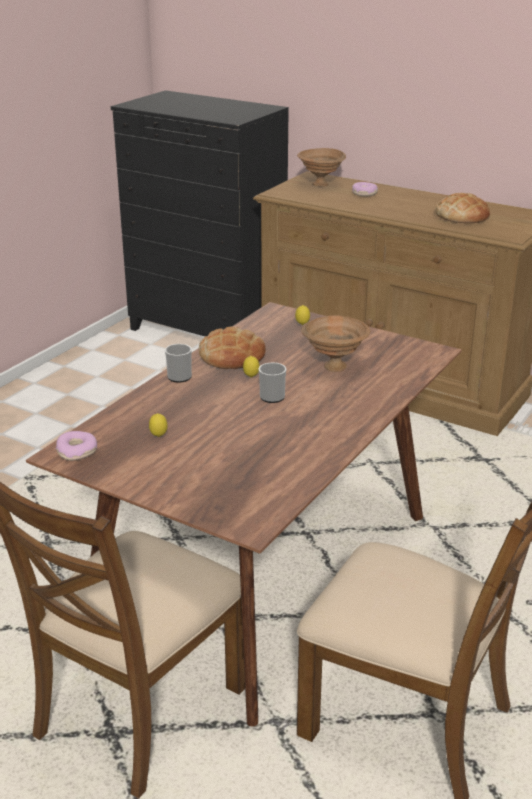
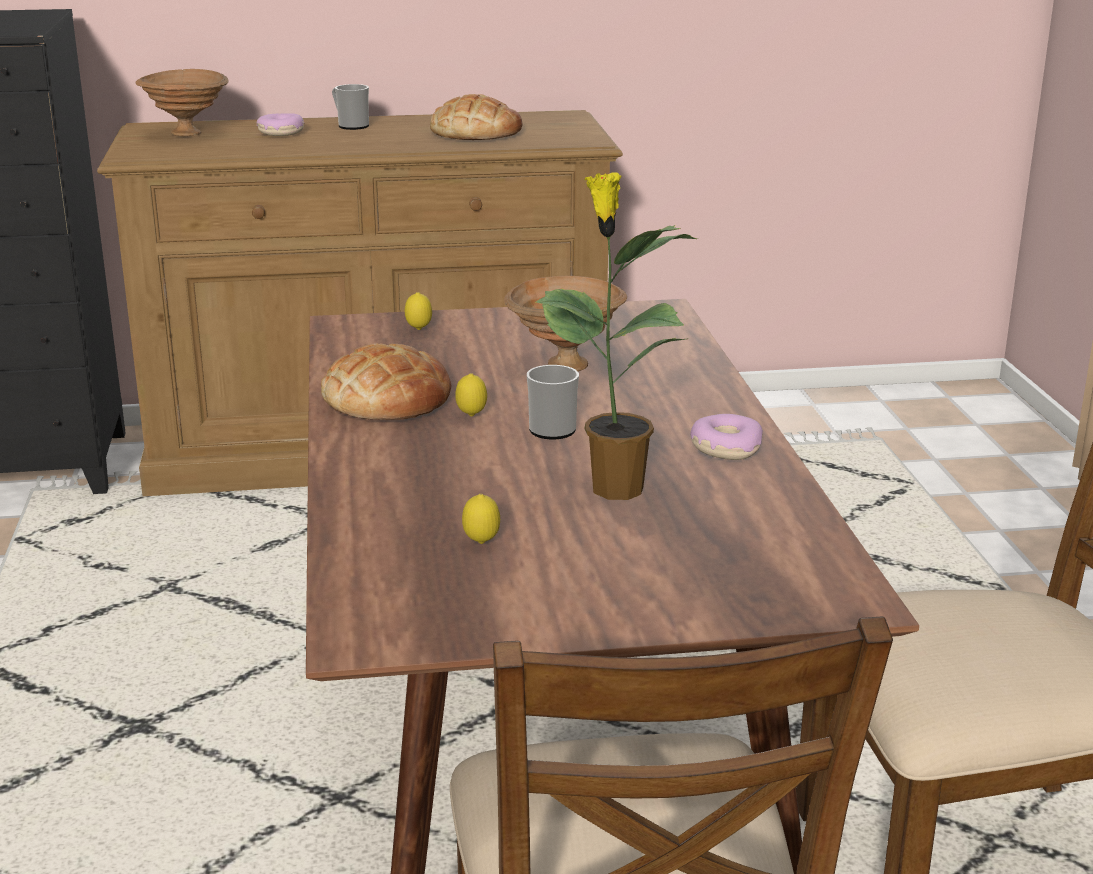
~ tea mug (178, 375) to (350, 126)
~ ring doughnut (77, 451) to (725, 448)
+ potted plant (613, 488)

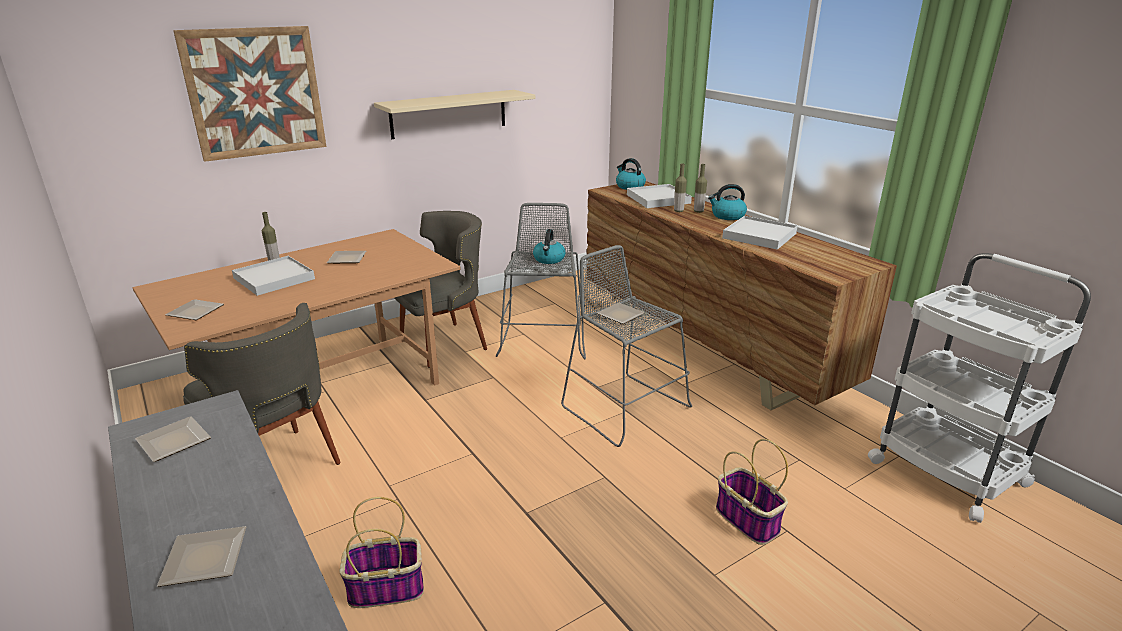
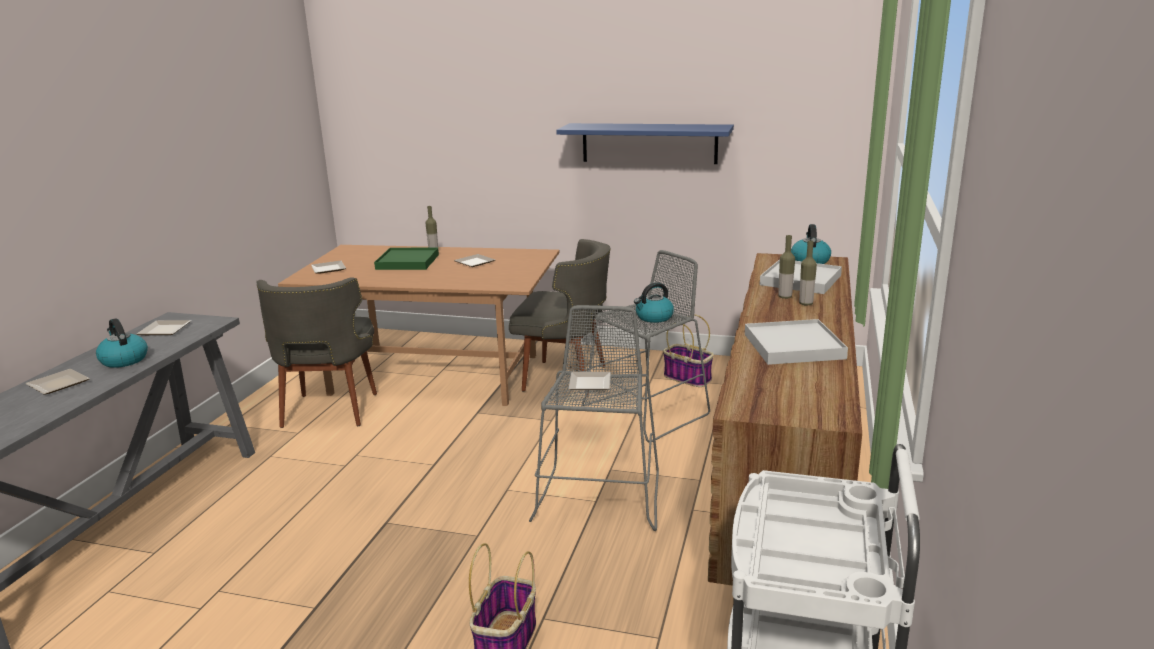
- wall picture (255, 92)
~ bracket shelf (beige-coloured) (449, 114) to bracket shelf (blue) (649, 143)
~ water kettle (727, 216) to (123, 360)
~ carrying tray (whitish) (274, 278) to carrying tray (greenish) (407, 262)
~ household basket (387, 588) to (688, 378)

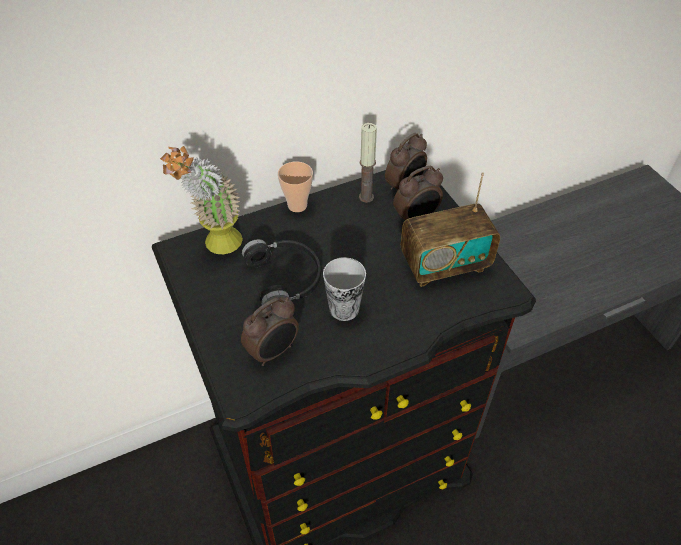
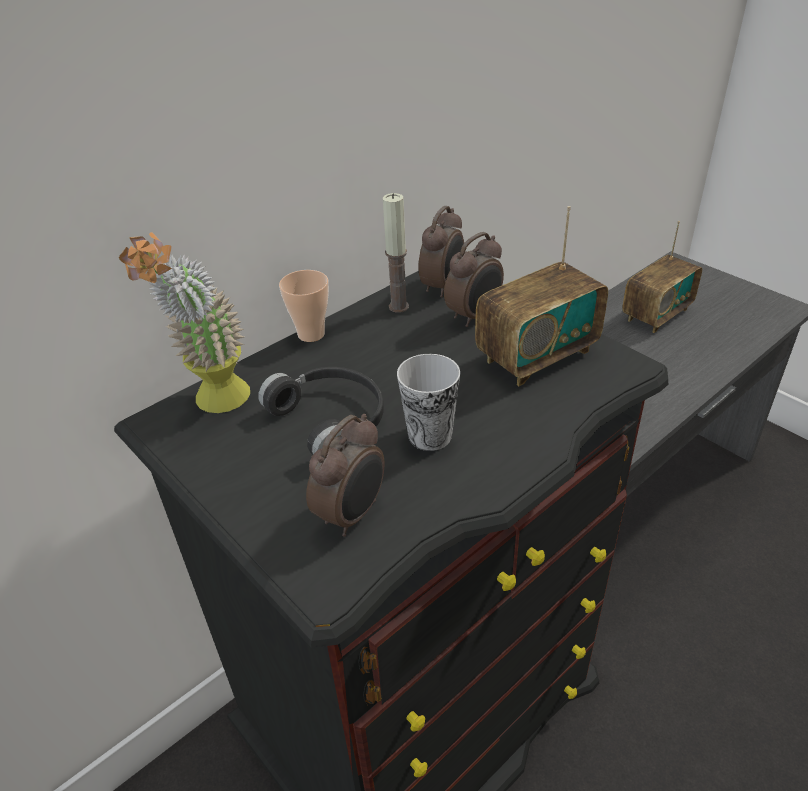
+ radio set (656, 314)

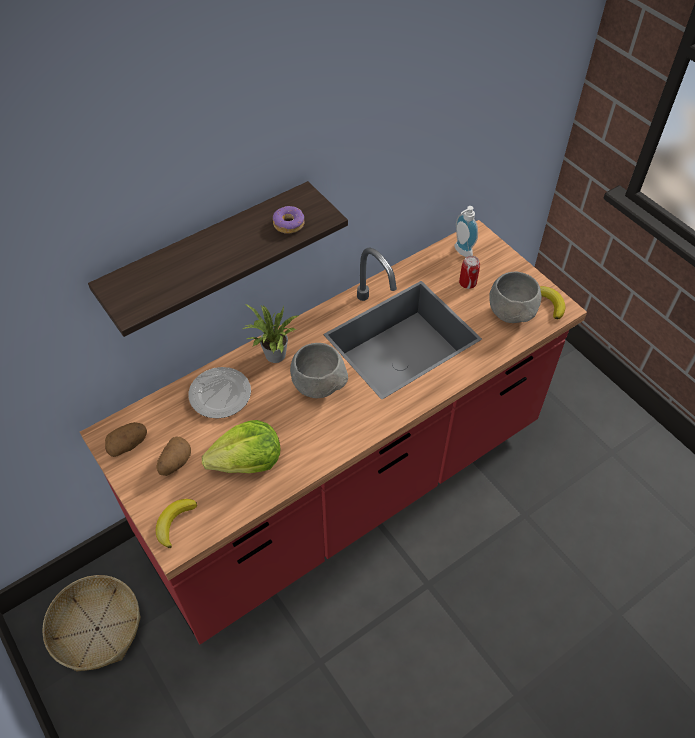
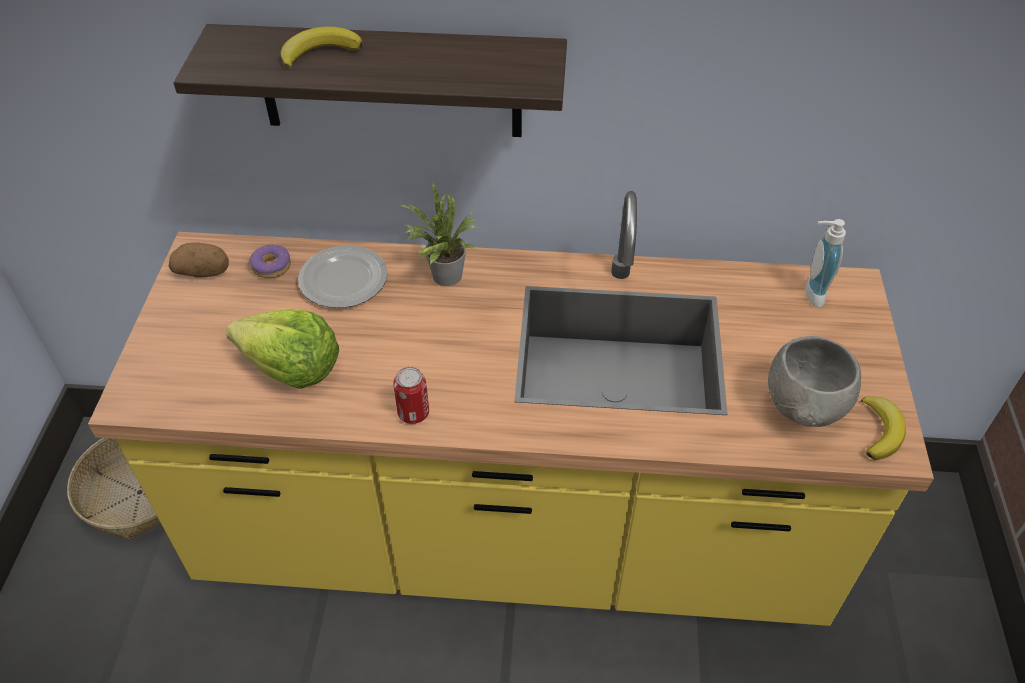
~ ring doughnut (289, 224) to (272, 266)
~ kitchen base unit (red-coloured) (347, 488) to kitchen base unit (yellow-coloured) (512, 538)
~ metal can (467, 283) to (413, 413)
- serving bowl (grey) (319, 387)
- spud (175, 463)
~ banana (174, 522) to (319, 52)

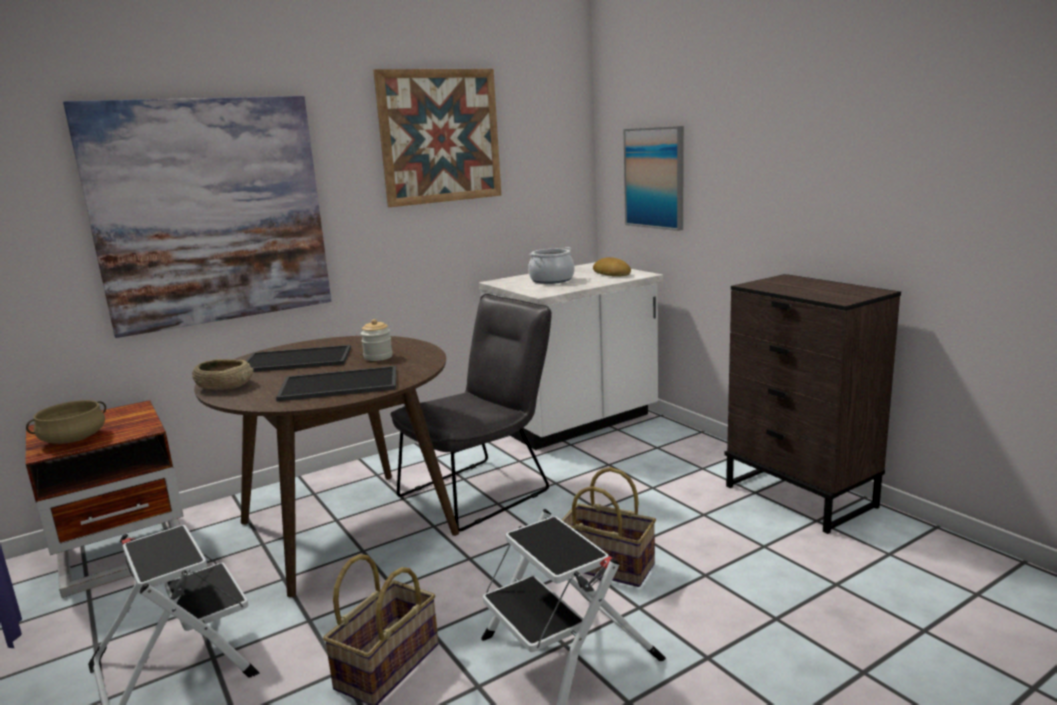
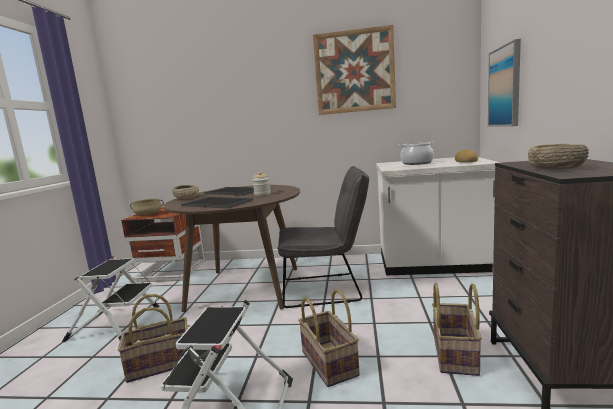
- wall picture (211, 212)
+ serving bowl (beige-coloured) (555, 168)
+ household basket (456, 354)

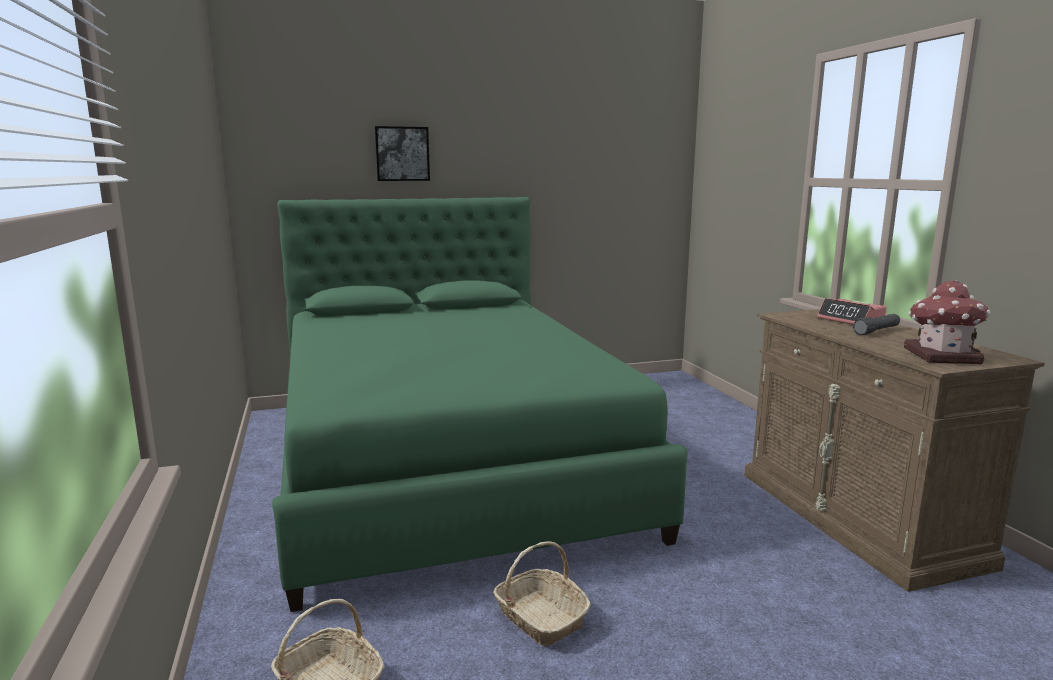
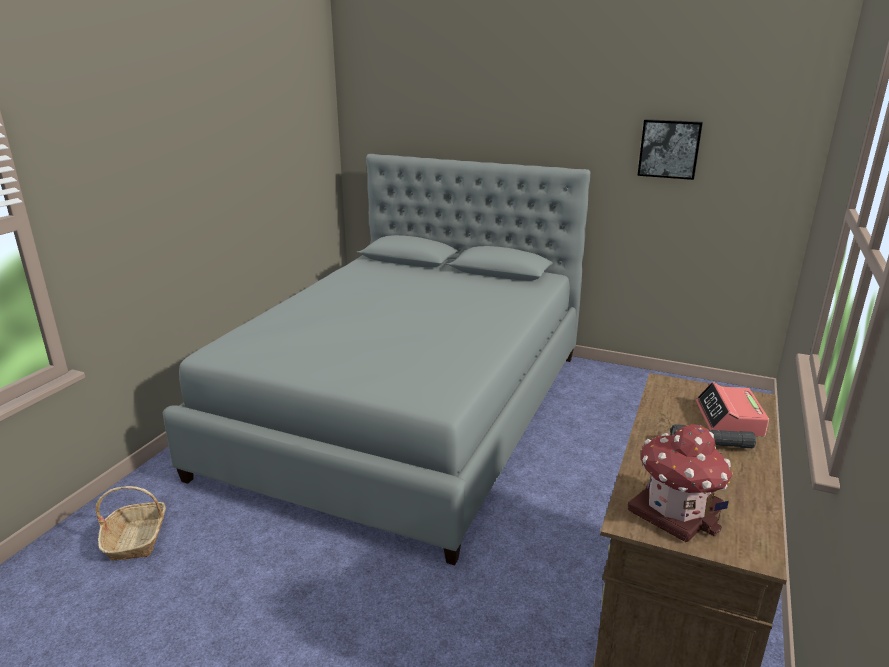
~ wall picture (402, 154) to (669, 148)
~ sleeping bed (greenish) (447, 461) to sleeping bed (grey) (408, 410)
- household basket (540, 617)

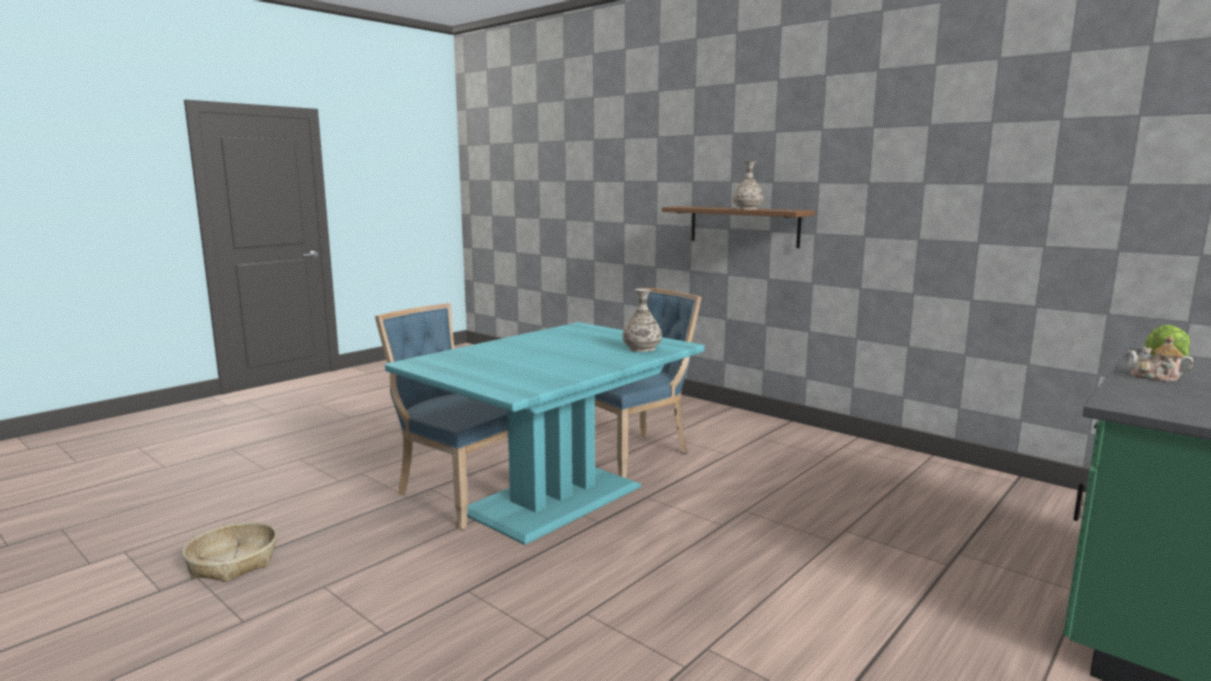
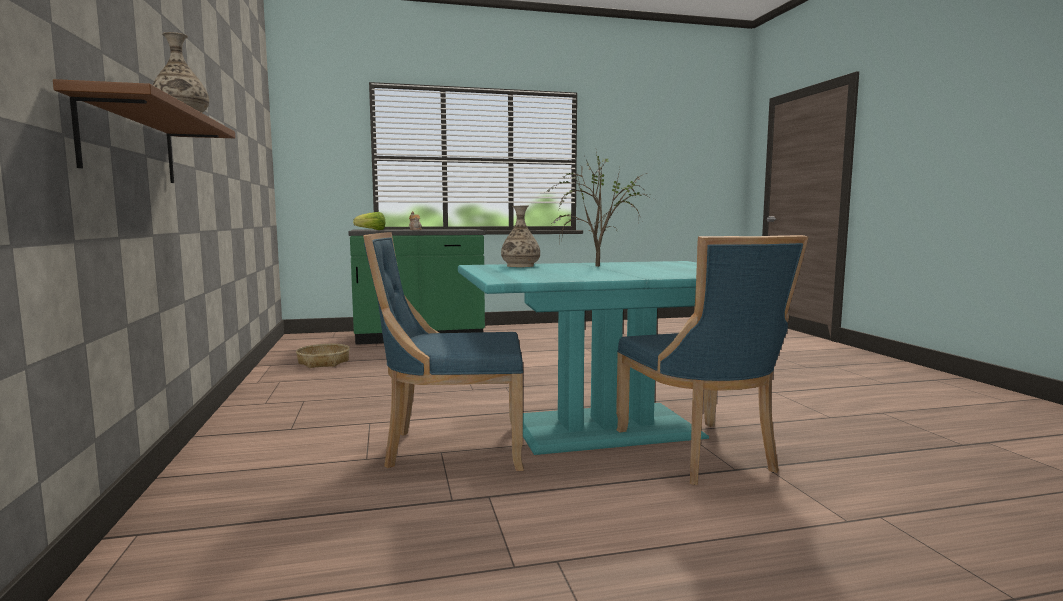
~ household basket (232, 562) to (323, 362)
+ potted plant (595, 266)

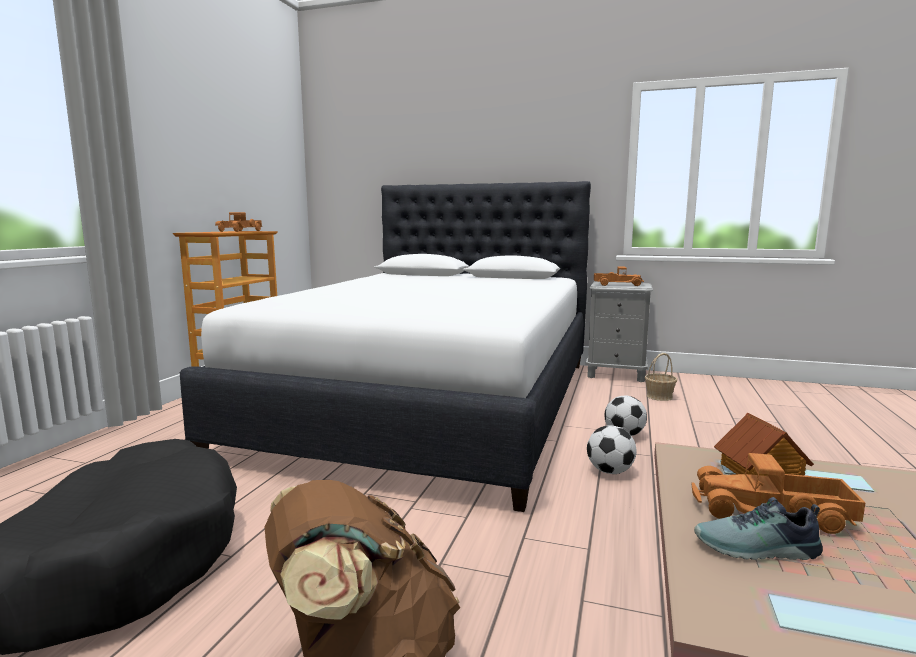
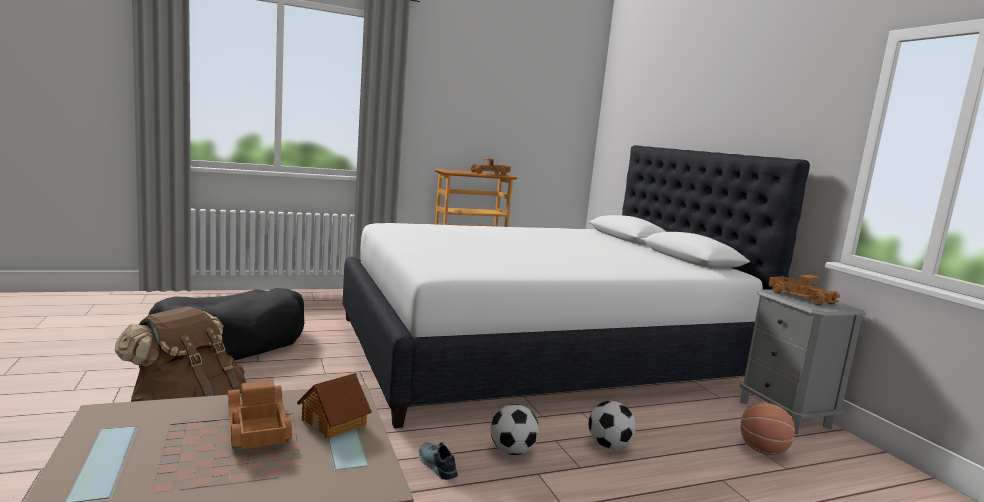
~ household basket (659, 396) to ball for basketball (763, 450)
~ low shoe (757, 550) to (436, 465)

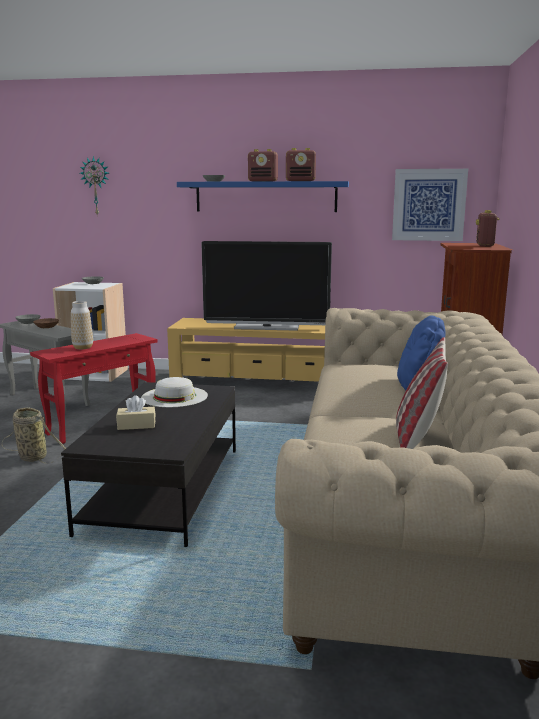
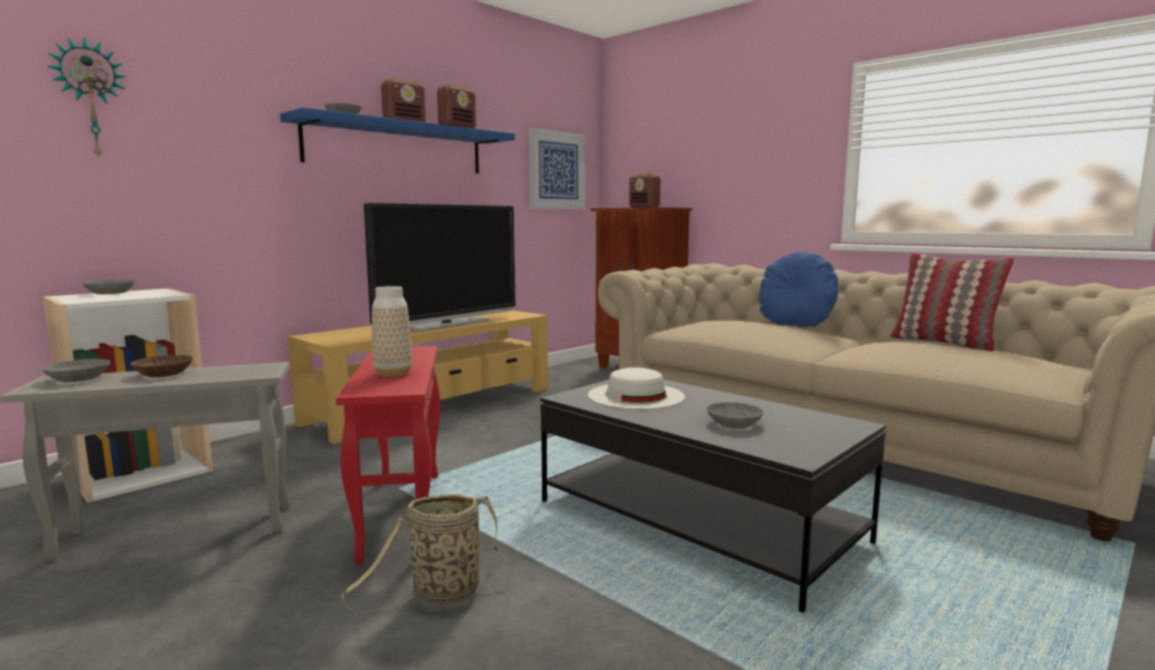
~ tissue box (beige-coloured) (136, 425) to serving bowl (grey) (735, 424)

